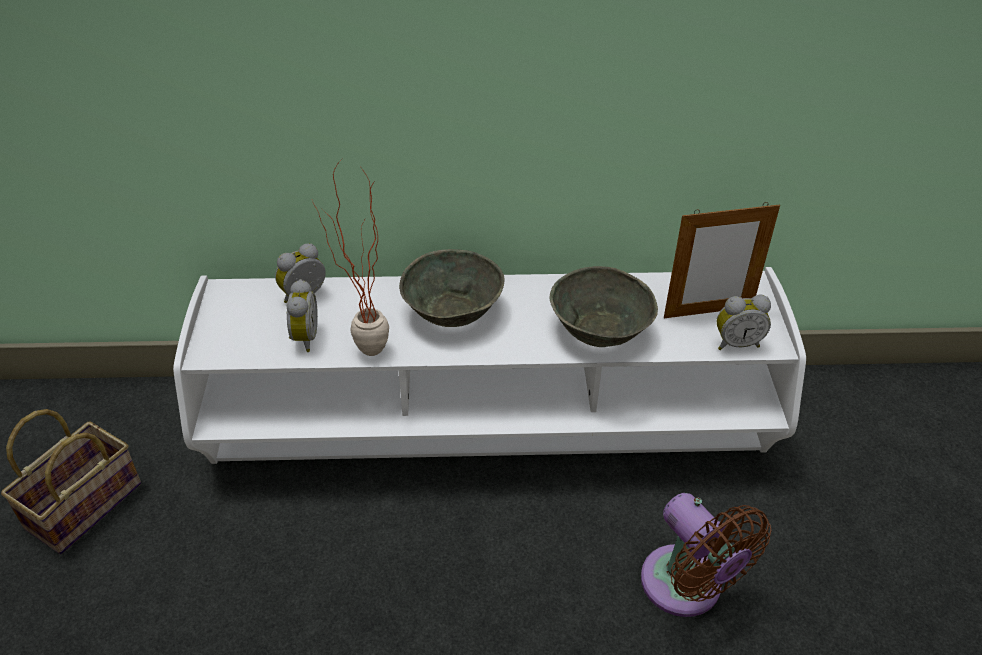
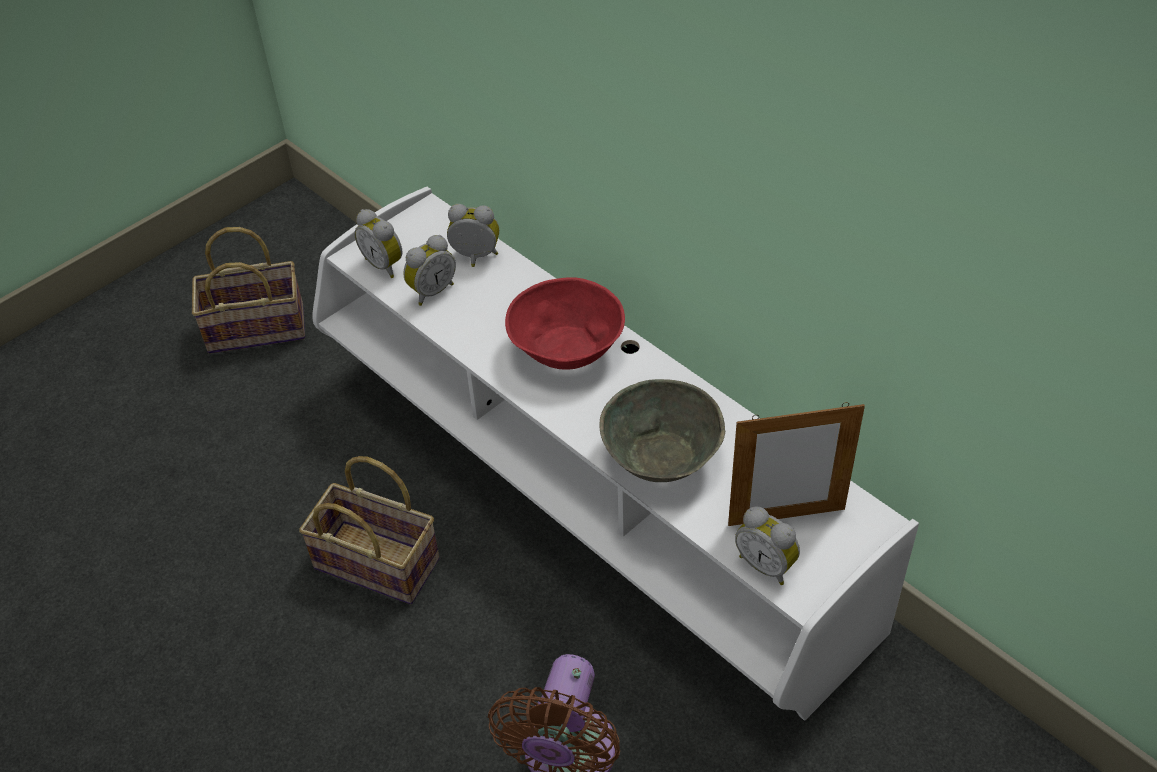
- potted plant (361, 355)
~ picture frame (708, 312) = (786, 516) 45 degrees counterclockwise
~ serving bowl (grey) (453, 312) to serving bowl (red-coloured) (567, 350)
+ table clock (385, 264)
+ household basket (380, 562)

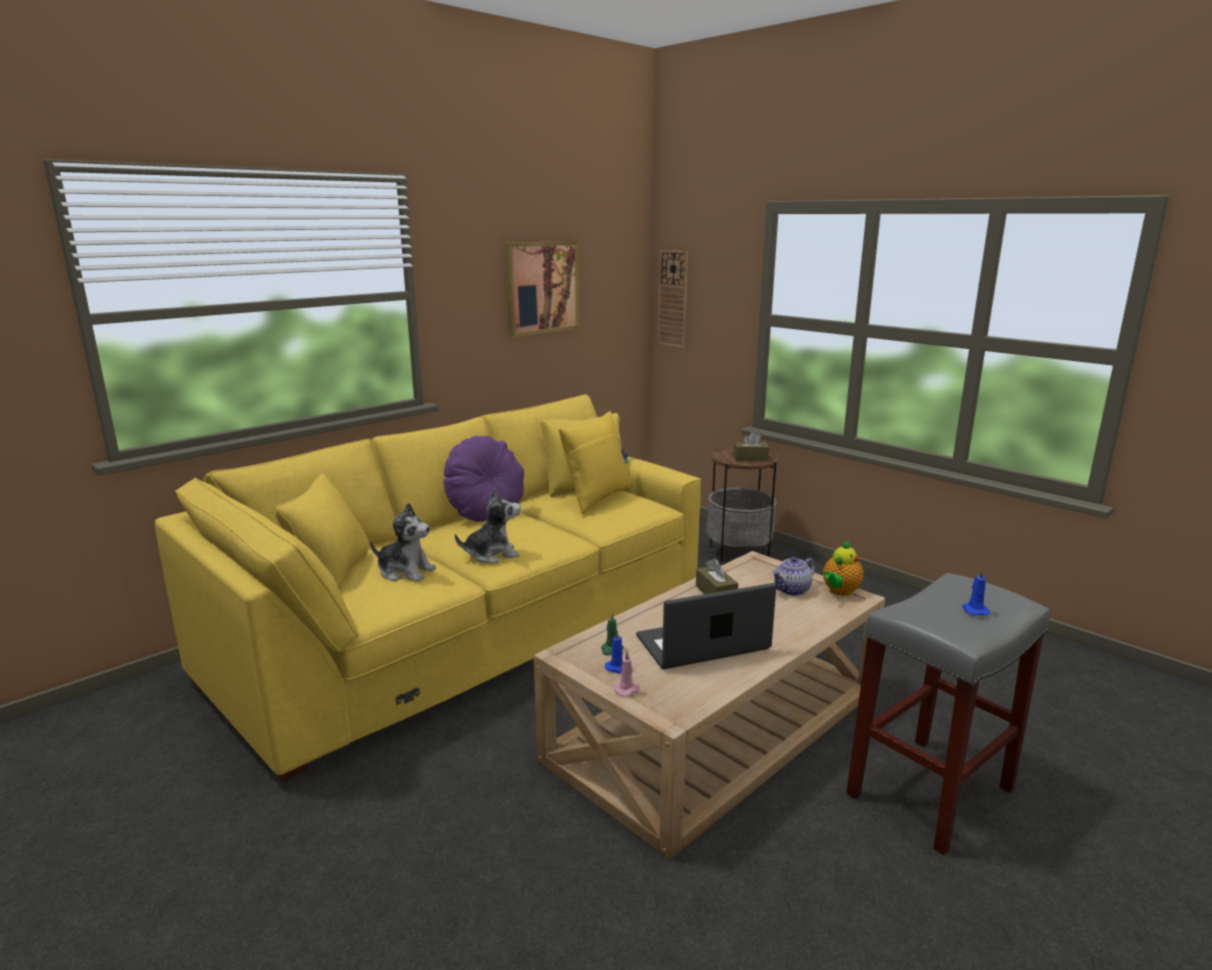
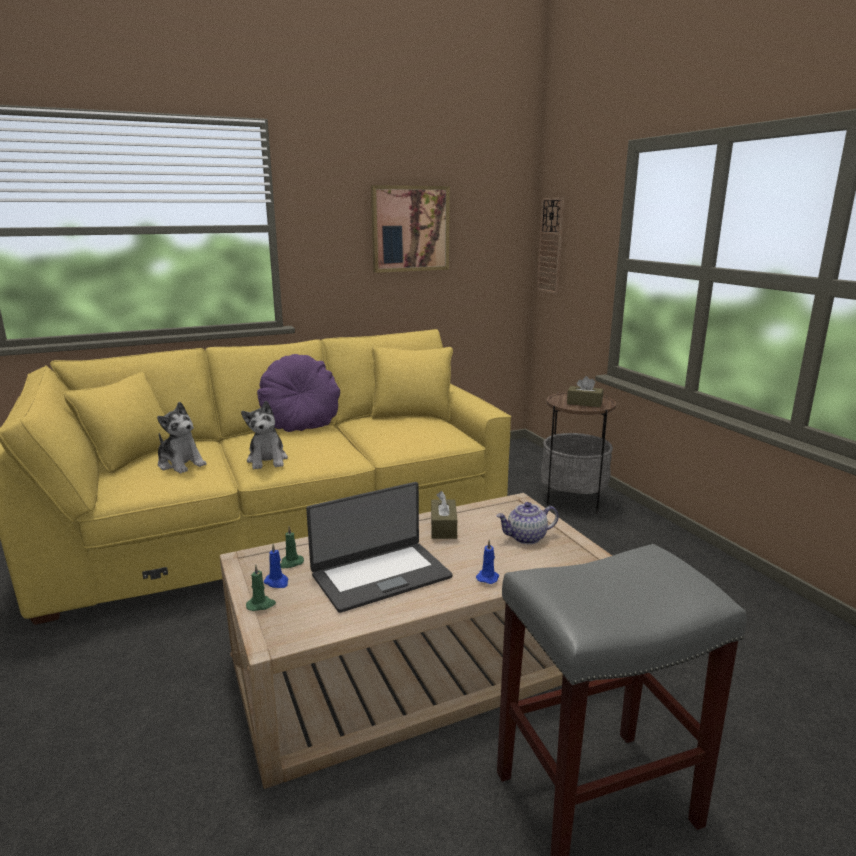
- pillow (yellow-coloured) (597, 500)
~ plush toy (492, 554) = (267, 460) 75 degrees clockwise
- pot for tea (839, 591)
~ wax light (blue) (974, 610) to (488, 577)
~ laptop (703, 644) = (380, 575) 150 degrees clockwise
~ wax light (pinkish) (627, 690) to wax light (greenish) (261, 605)

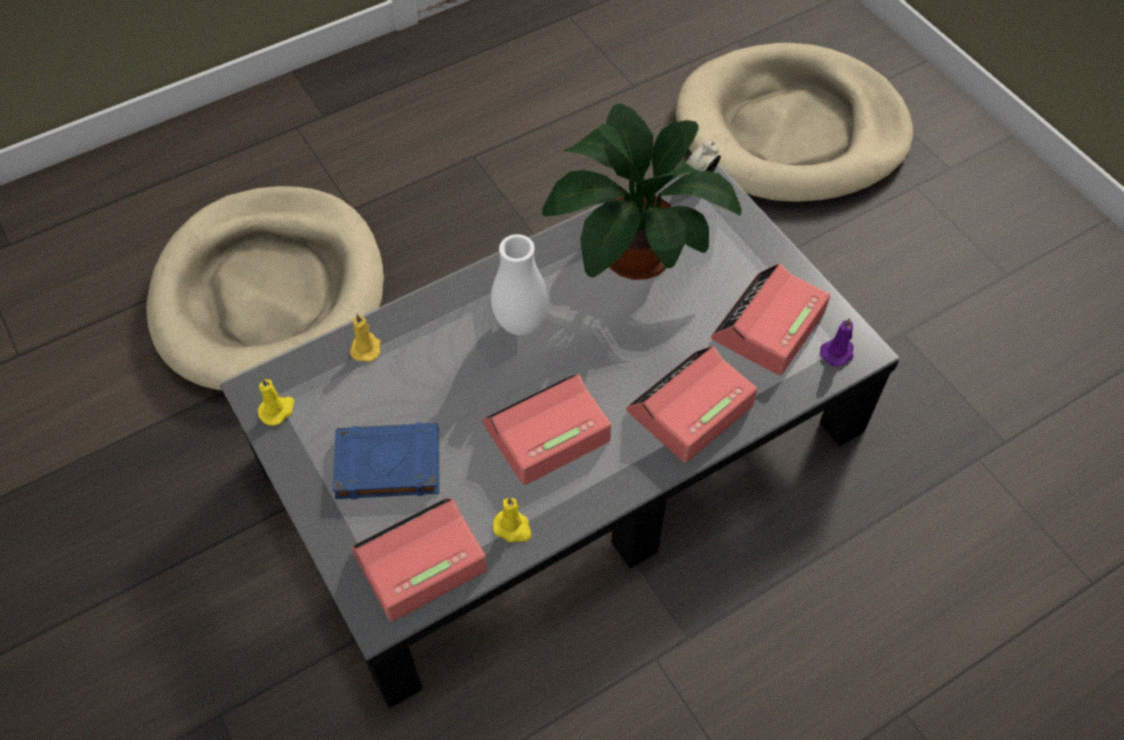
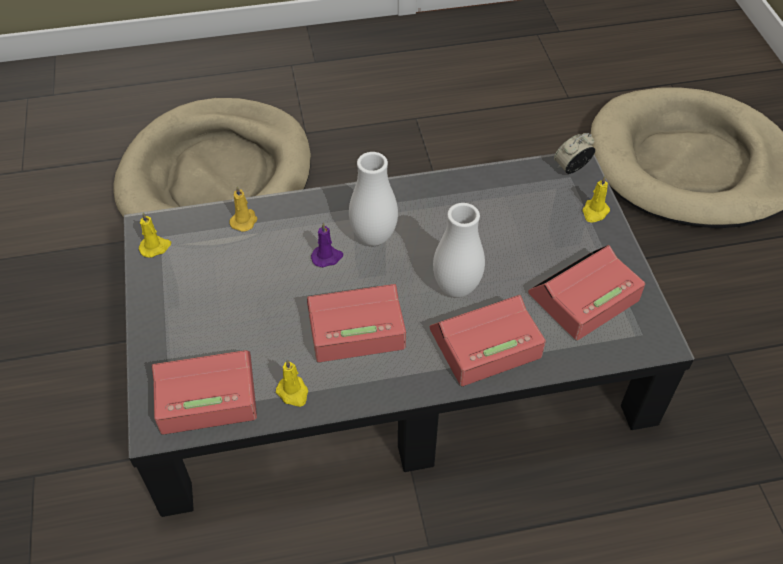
- potted plant (630, 252)
~ wax light (purplish) (838, 352) to (327, 257)
- volume (blue) (386, 465)
+ wax light (yellow-coloured) (594, 212)
+ flower vase (whitish) (456, 287)

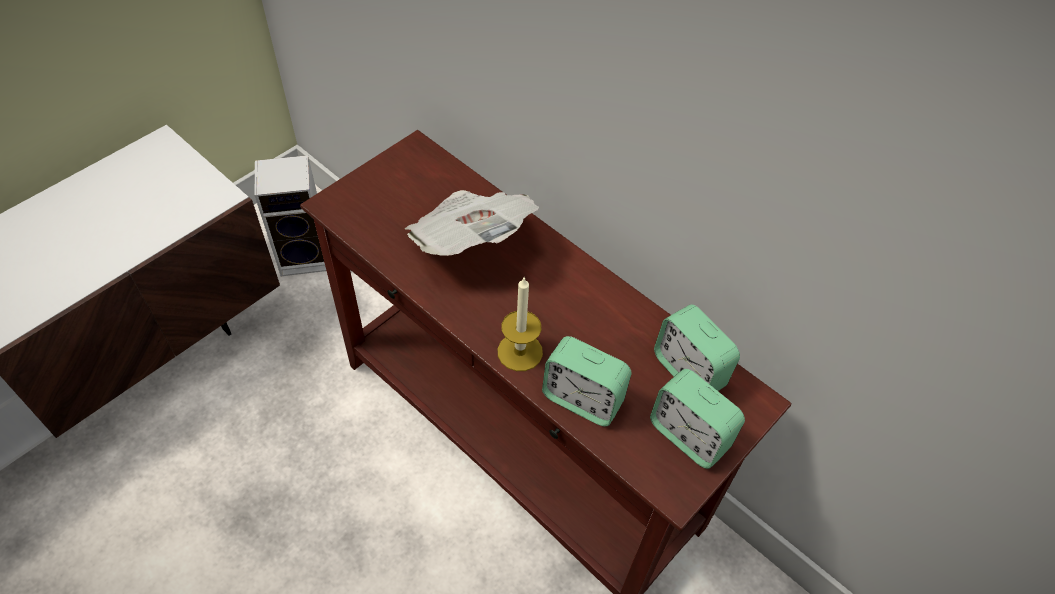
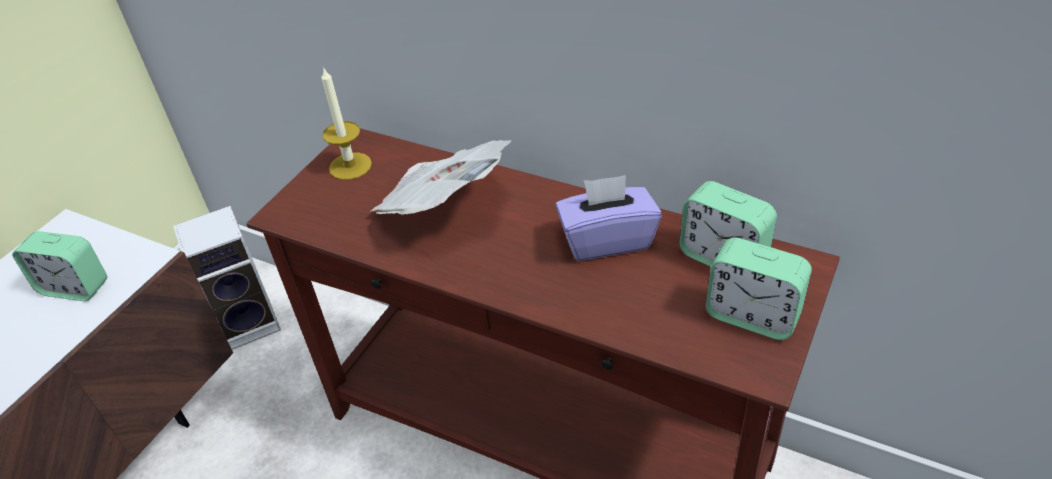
~ wax light (520, 352) to (350, 166)
~ table clock (582, 399) to (75, 287)
+ tissue box (purplish) (607, 240)

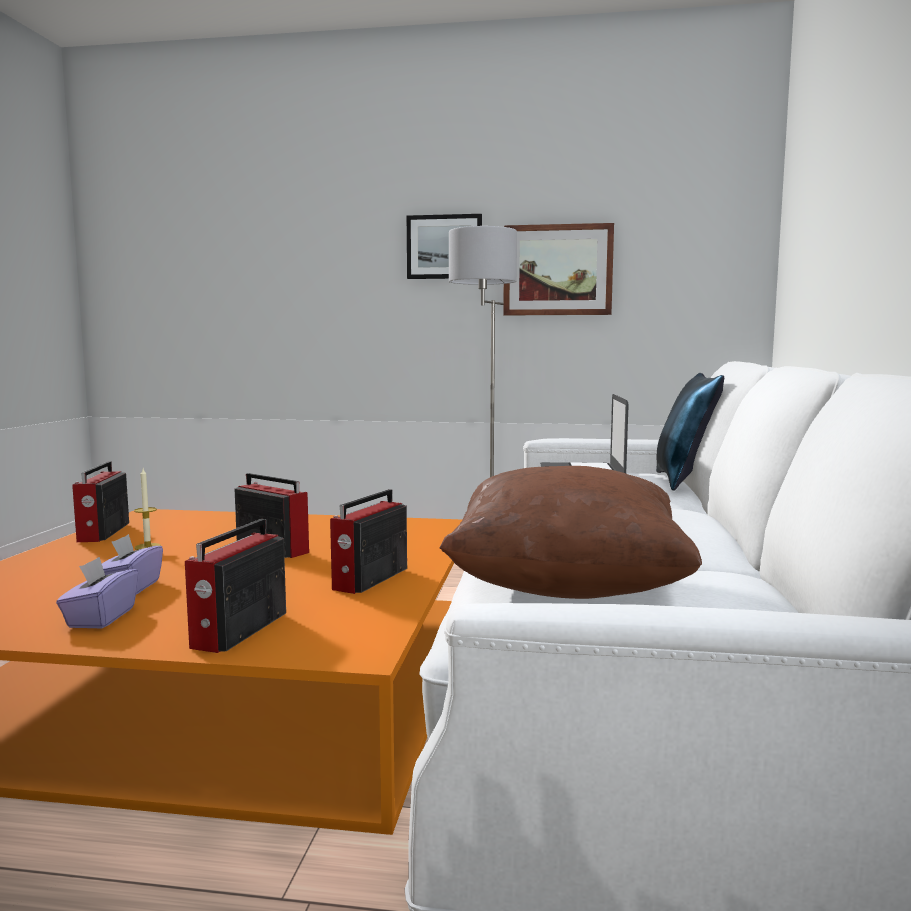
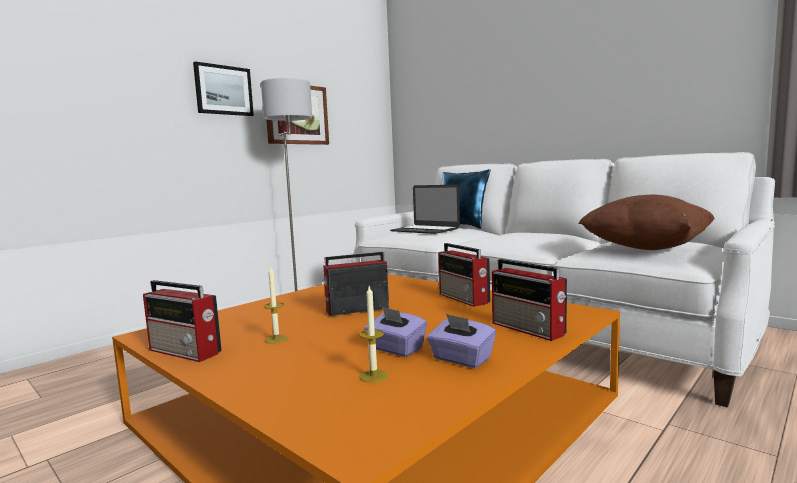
+ wax light (373, 376)

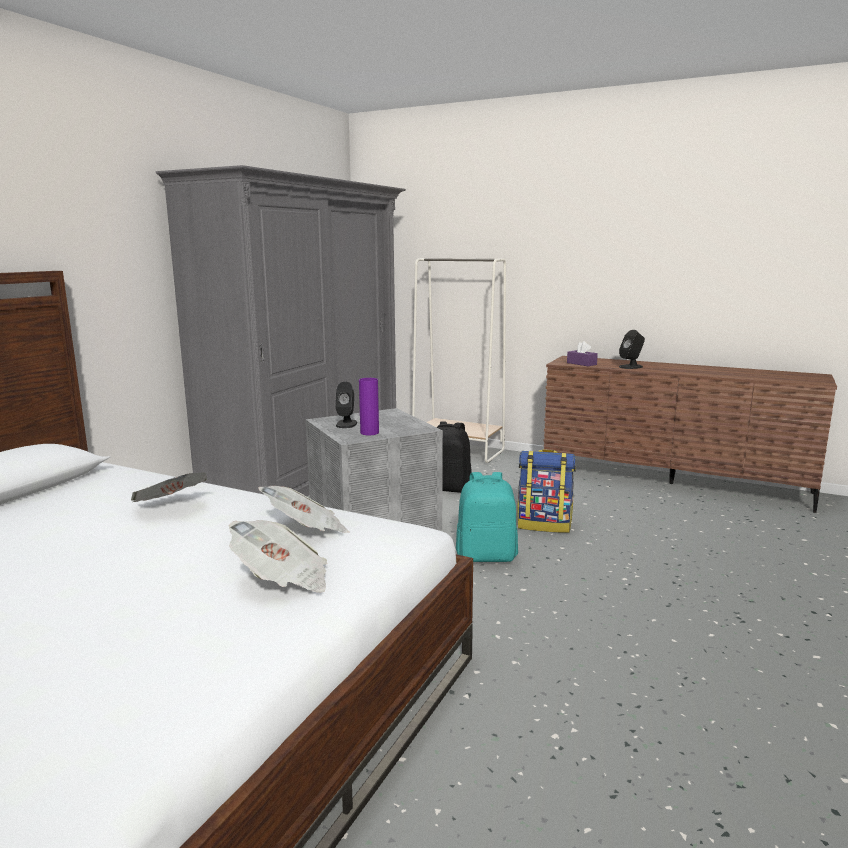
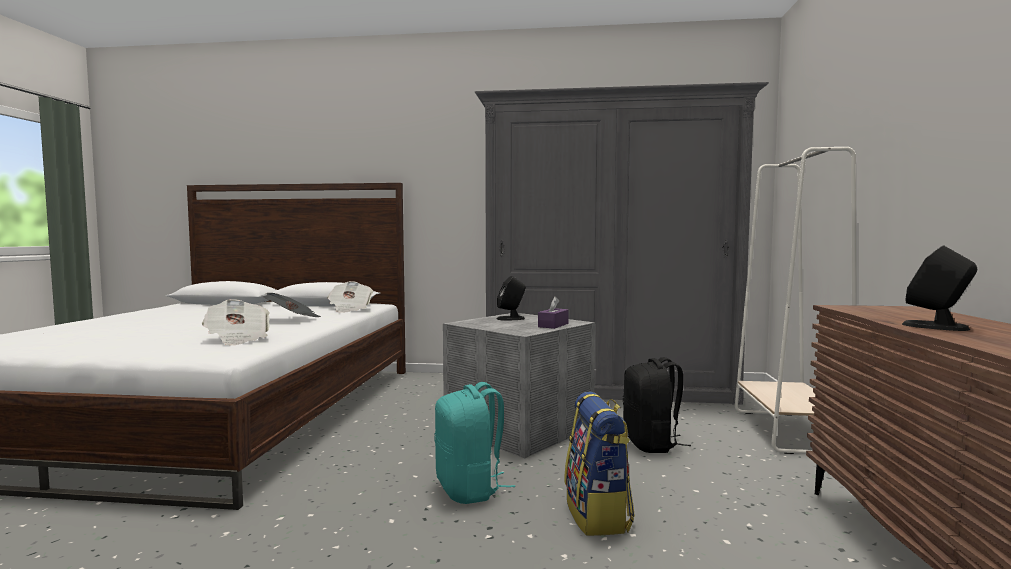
~ tissue box (purplish) (581, 363) to (553, 325)
- flower vase (purplish) (369, 433)
~ newspaper (283, 580) to (350, 309)

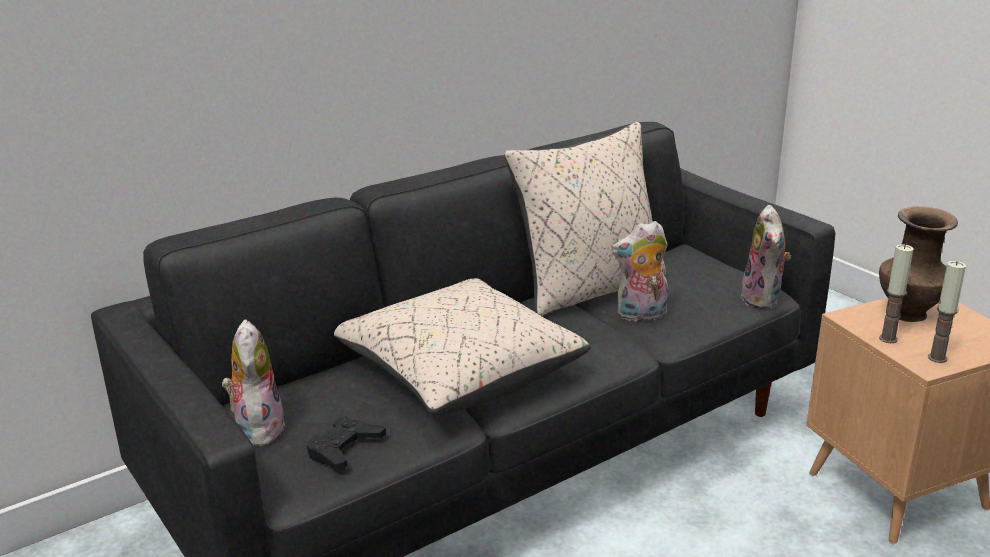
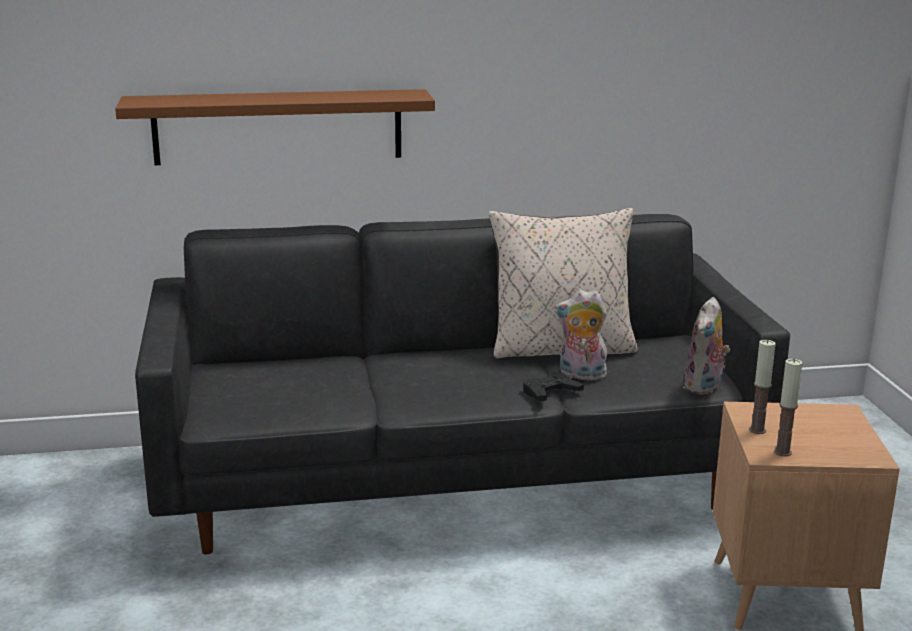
- flower vase (brown-coloured) (909, 313)
- pillow (beige-coloured) (459, 372)
- plush toy (257, 428)
~ joypad (black-coloured) (344, 448) to (550, 392)
+ bracket shelf (brown-coloured) (278, 127)

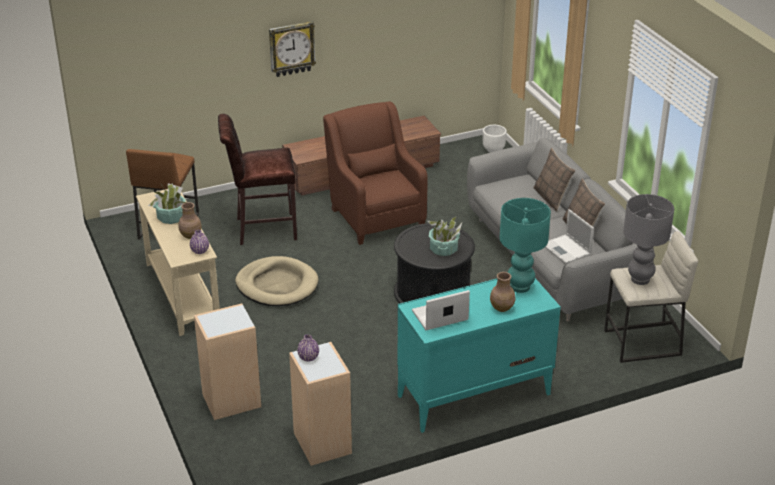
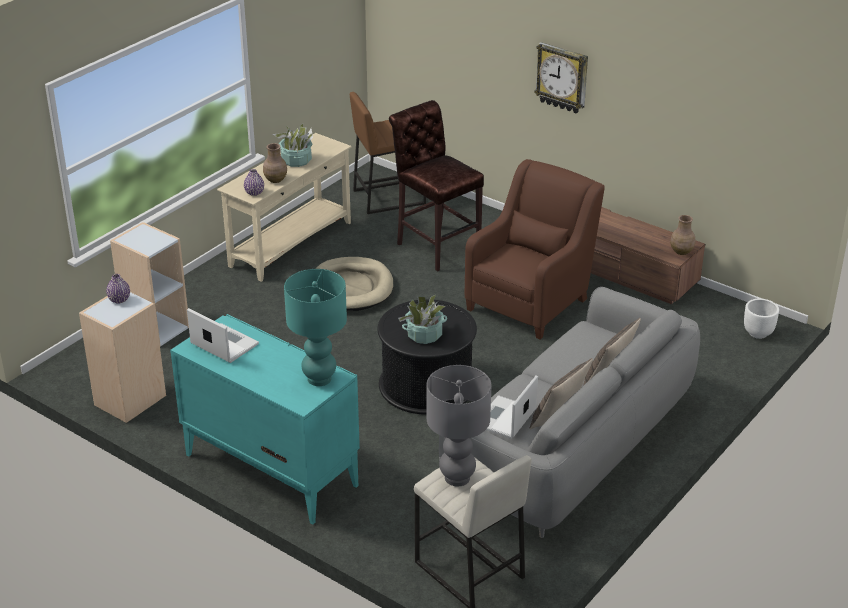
~ flower vase (brown-coloured) (502, 308) to (682, 251)

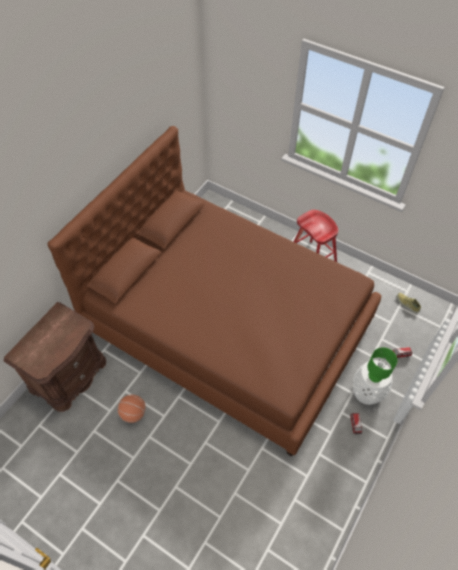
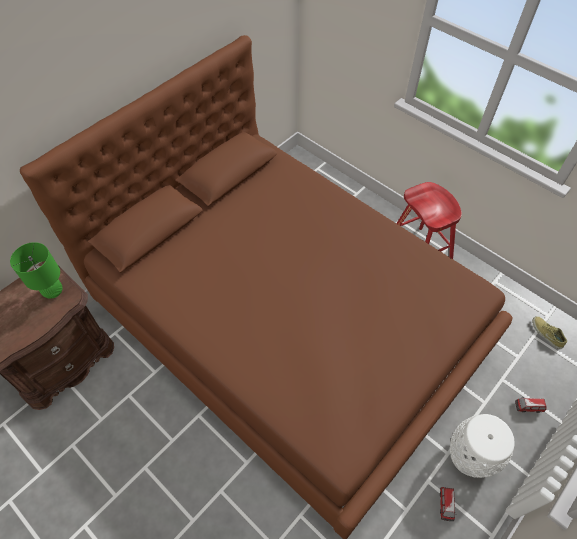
~ table lamp (greenish) (374, 377) to (52, 292)
- ball for basketball (133, 413)

